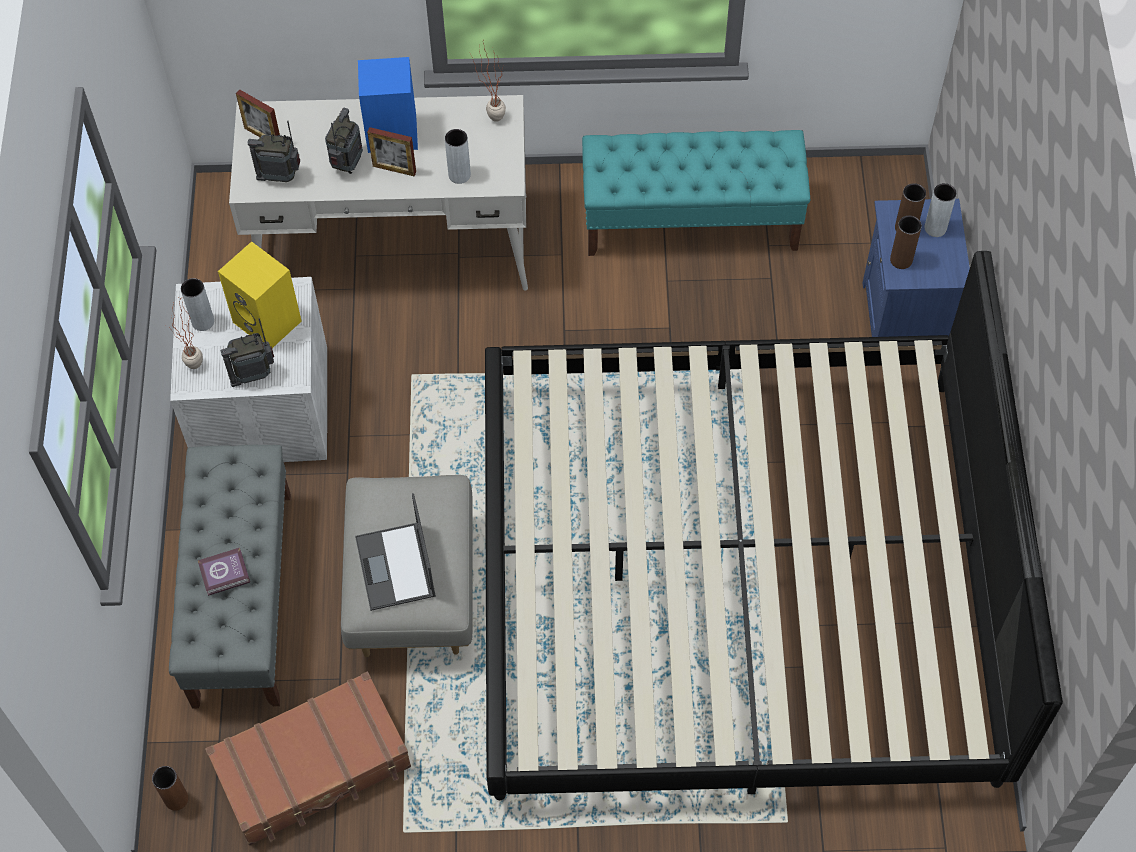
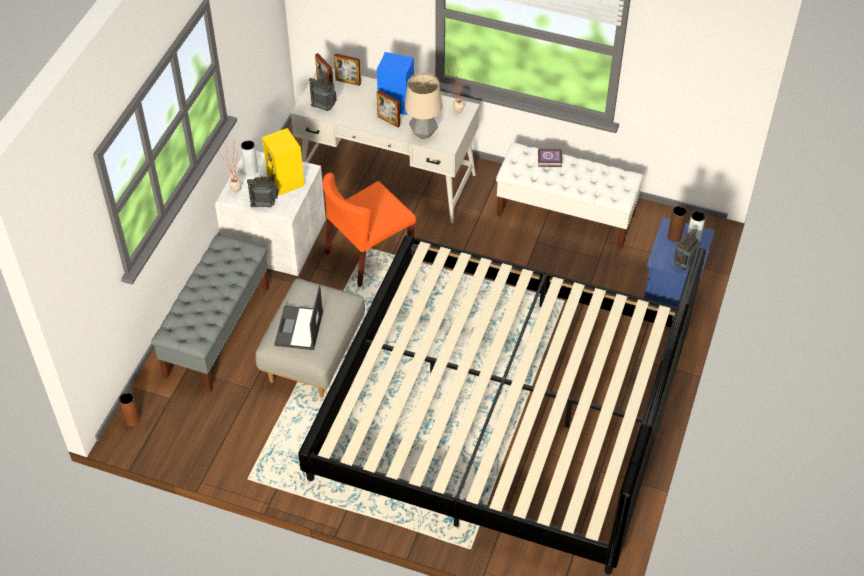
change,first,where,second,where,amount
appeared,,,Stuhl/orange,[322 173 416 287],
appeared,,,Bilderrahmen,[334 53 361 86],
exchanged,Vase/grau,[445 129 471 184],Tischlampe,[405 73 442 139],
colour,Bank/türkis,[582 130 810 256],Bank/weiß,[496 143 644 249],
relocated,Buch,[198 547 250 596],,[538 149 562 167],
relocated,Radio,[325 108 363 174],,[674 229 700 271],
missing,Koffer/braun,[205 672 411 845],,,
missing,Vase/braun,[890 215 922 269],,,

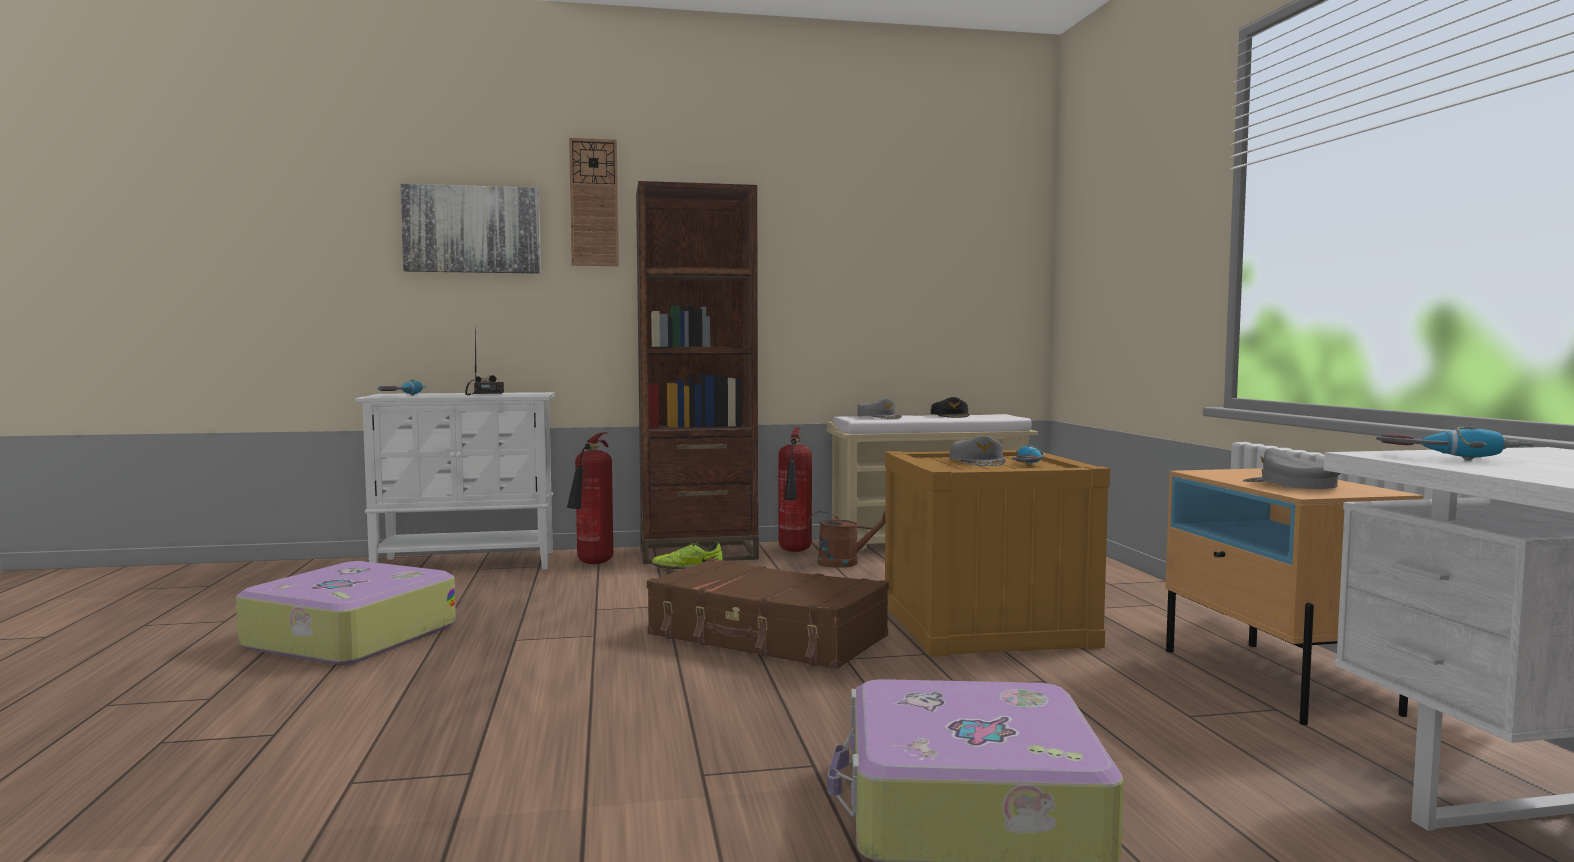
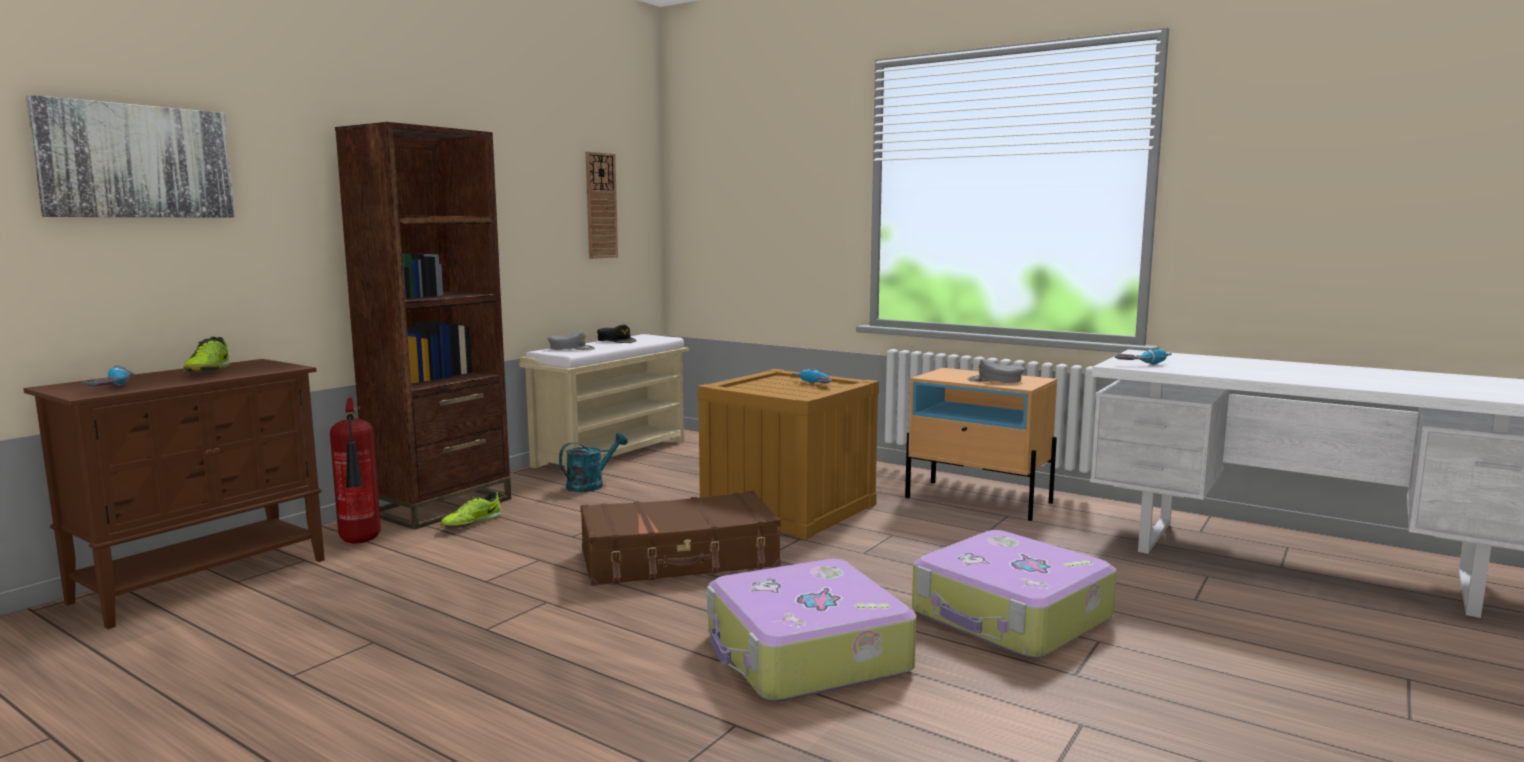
change,first,where,second,where,amount
colour,Schrank/weiß,[355 392 554 570],Schrank/braun,[23 359 325 629],
exchanged,Radio,[465 328 504 395],Schuh,[183 337 231 372],
colour,Gießkanne/braun,[808 510 886 568],Gießkanne/türkis,[559 432 628 492],
relocated,Wanduhr,[569 138 619 266],,[586 152 618 259],
relocated,Koffer,[236 561 456 665],,[707 559 916 702],
missing,Feuerlöscher,[778 428 812 552],,,
missing,Kappe/grau,[950 436 1006 466],,,

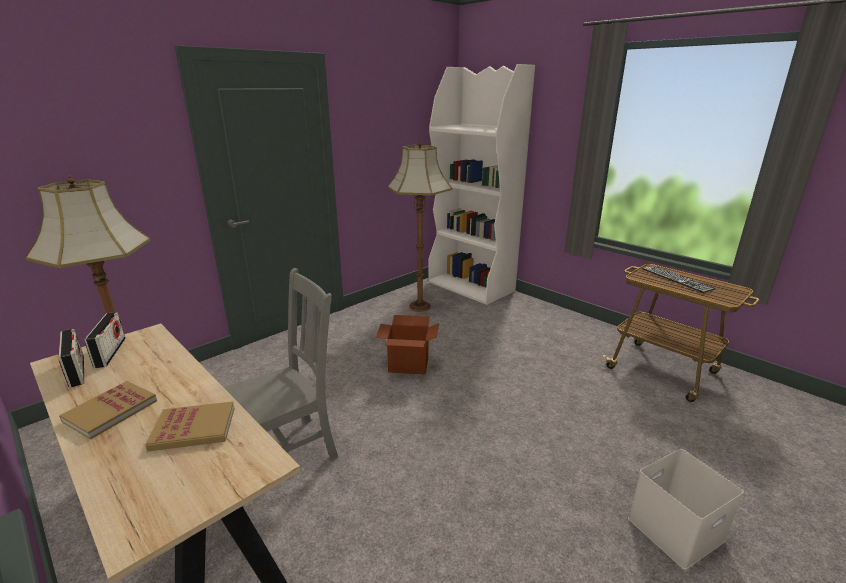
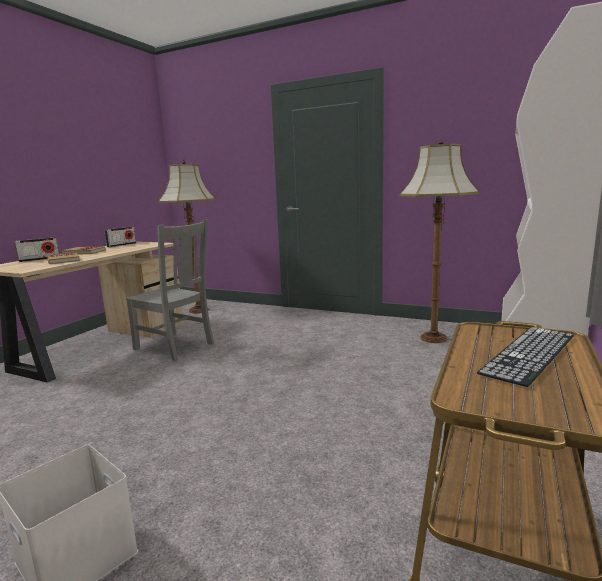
change,first,where,second,where,amount
relocated,Radio,[84 312 126 368],,[15 237 59 262],
missing,Karton,[376 315 439 375],,,

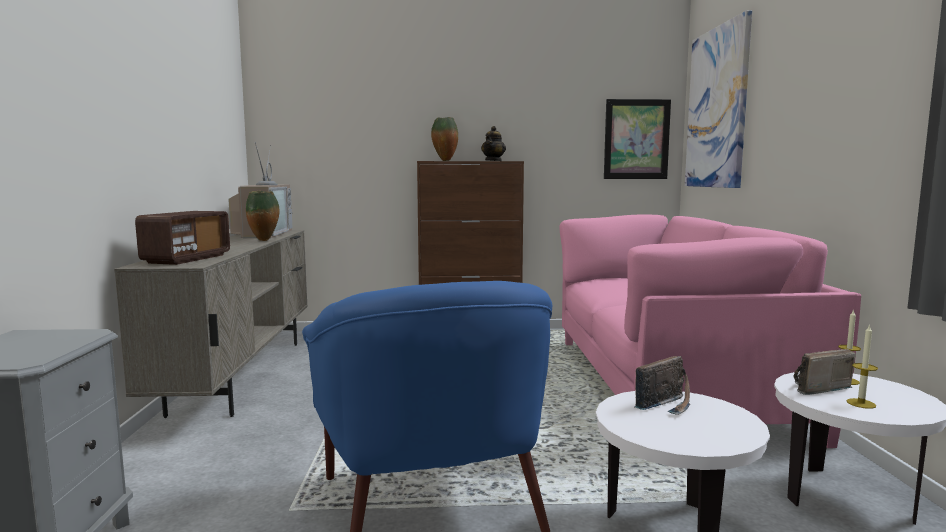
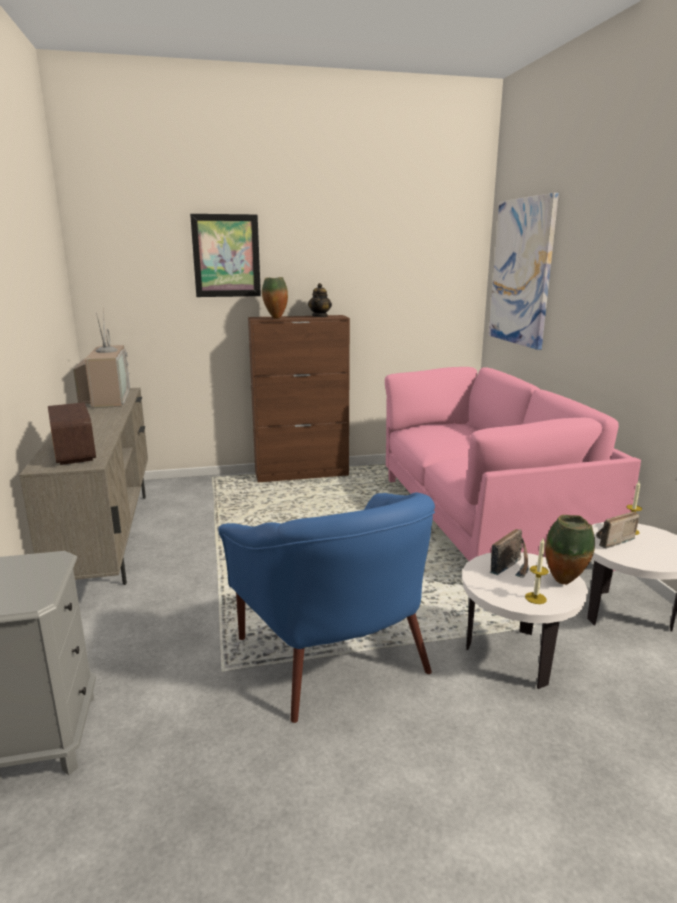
change,first,where,second,where,amount
spun,Radio,[135 211 230 265],,[48 402 96 465],150 degrees clockwise
relocated,Bild,[604 99 671 179],,[190 214 261 297],
relocated,Kerze,[846 324 878 409],,[525 538 549 604],
relocated,Vase,[246 191 280 241],,[545 515 595 584],

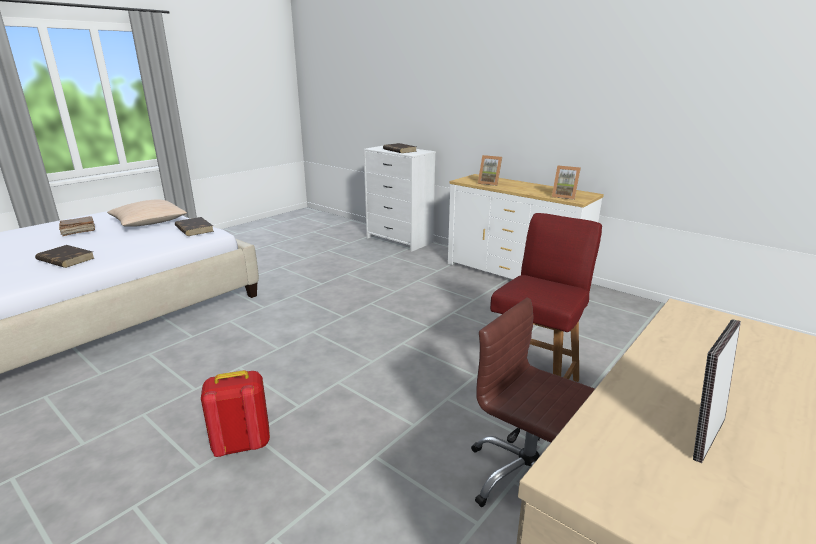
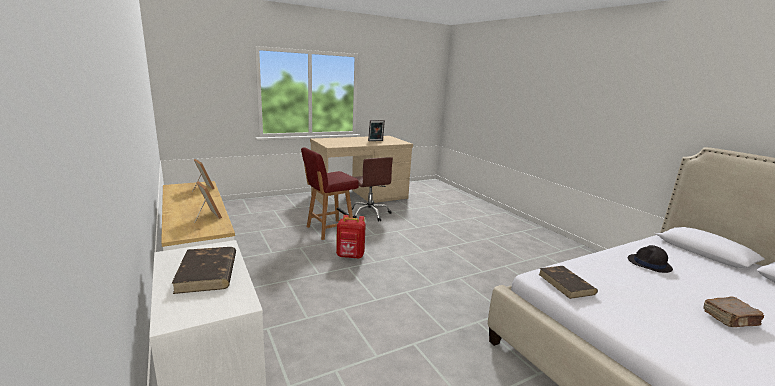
change,first,where,second,where,amount
relocated,Rucksack/rot,[201 370 270 457],,[336 215 366 258],
exchanged,Buch/braun,[35 245 94 268],Hut/schwarz,[628 245 673 273],
missing,Kissen/beige,[107 199 187 227],,,

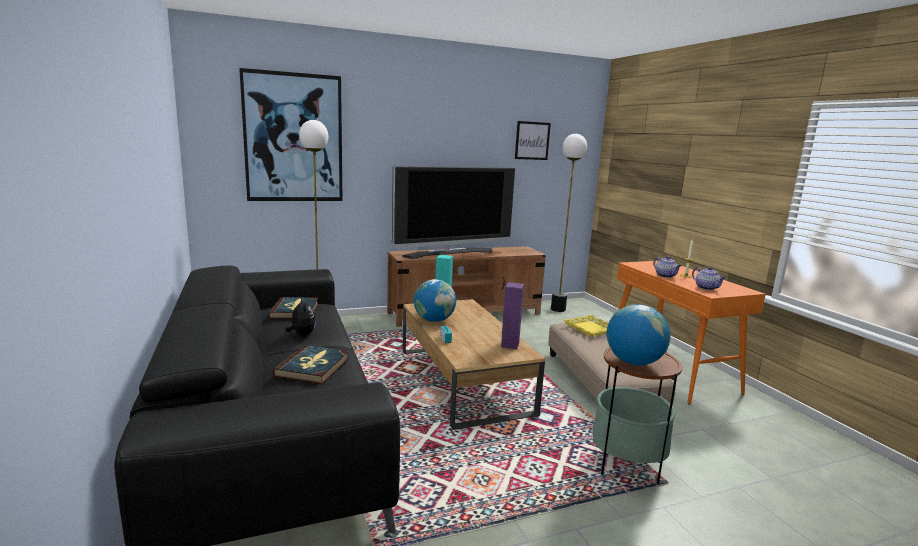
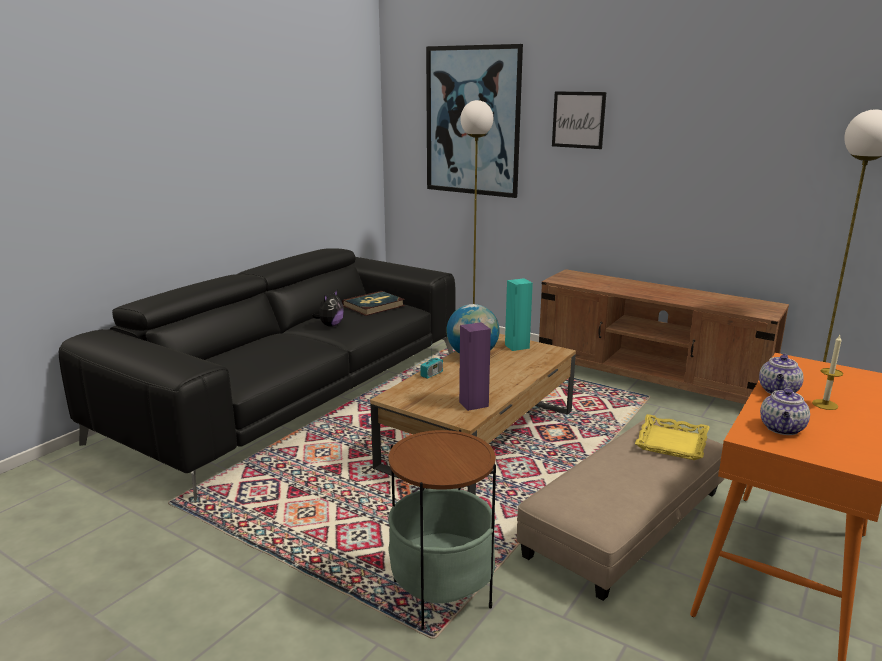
change,first,where,second,where,amount
relocated,Bild,[515 121 551 160],,[552 91 606 149],
missing,Buch,[273 345 349 384],,,
missing,Fernseher,[392 166 515 259],,,
missing,Globus,[606 304 671 365],,,

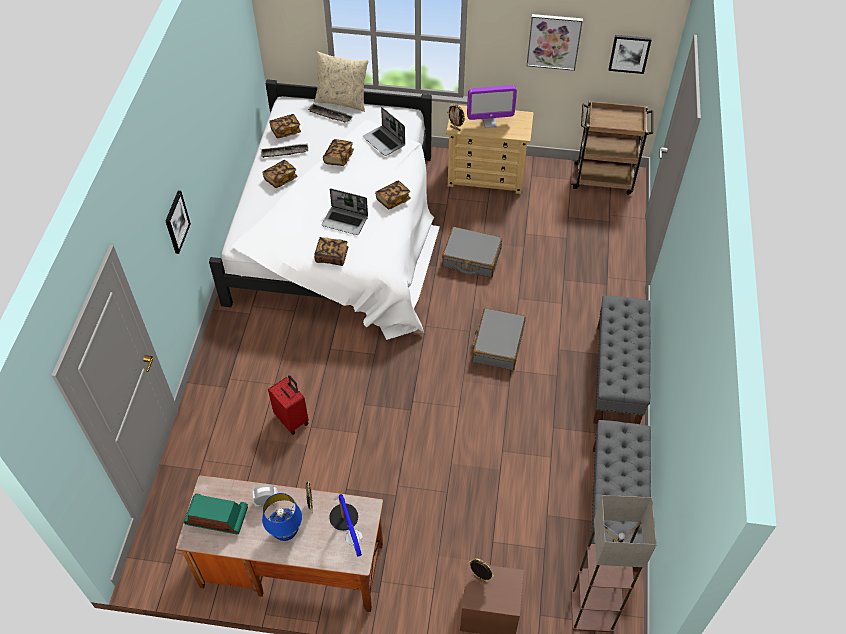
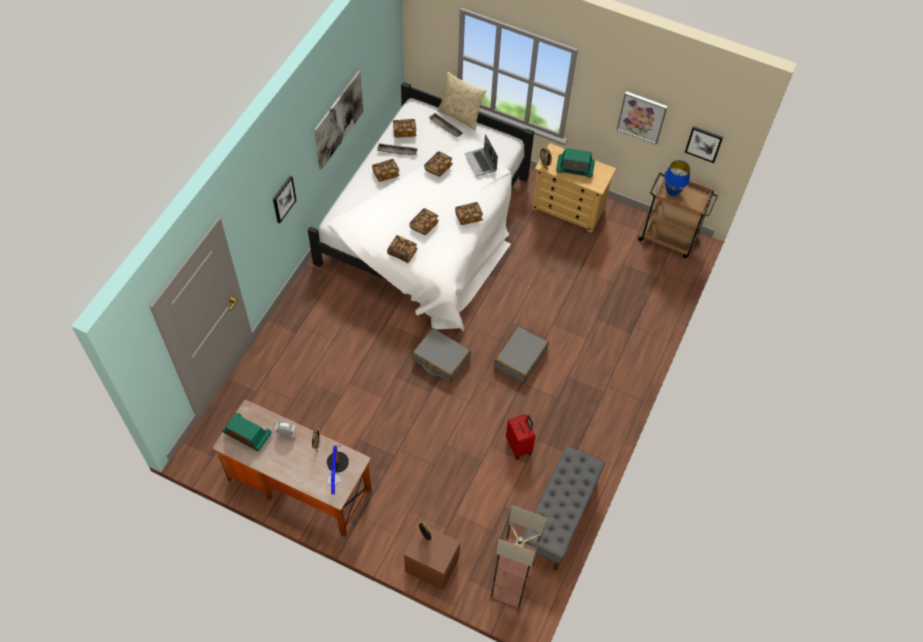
change,first,where,second,where,amount
appeared,,,Bild,[314 70 363 170],
exchanged,Laptop,[322 188 368 235],Buch,[409 208 439 235],
relocated,Koffer/grau,[442 227 502 278],,[412 328 471 383],
relocated,Koffer/rot,[268 375 309 435],,[506 414 536 460],
exchanged,Monitor,[467 85 517 128],Radio,[556 148 595 178],
relocated,Tischlampe/blau,[262 493 302 541],,[664 160 690 196],
missing,Bank/grau,[593 295 651 424],,,

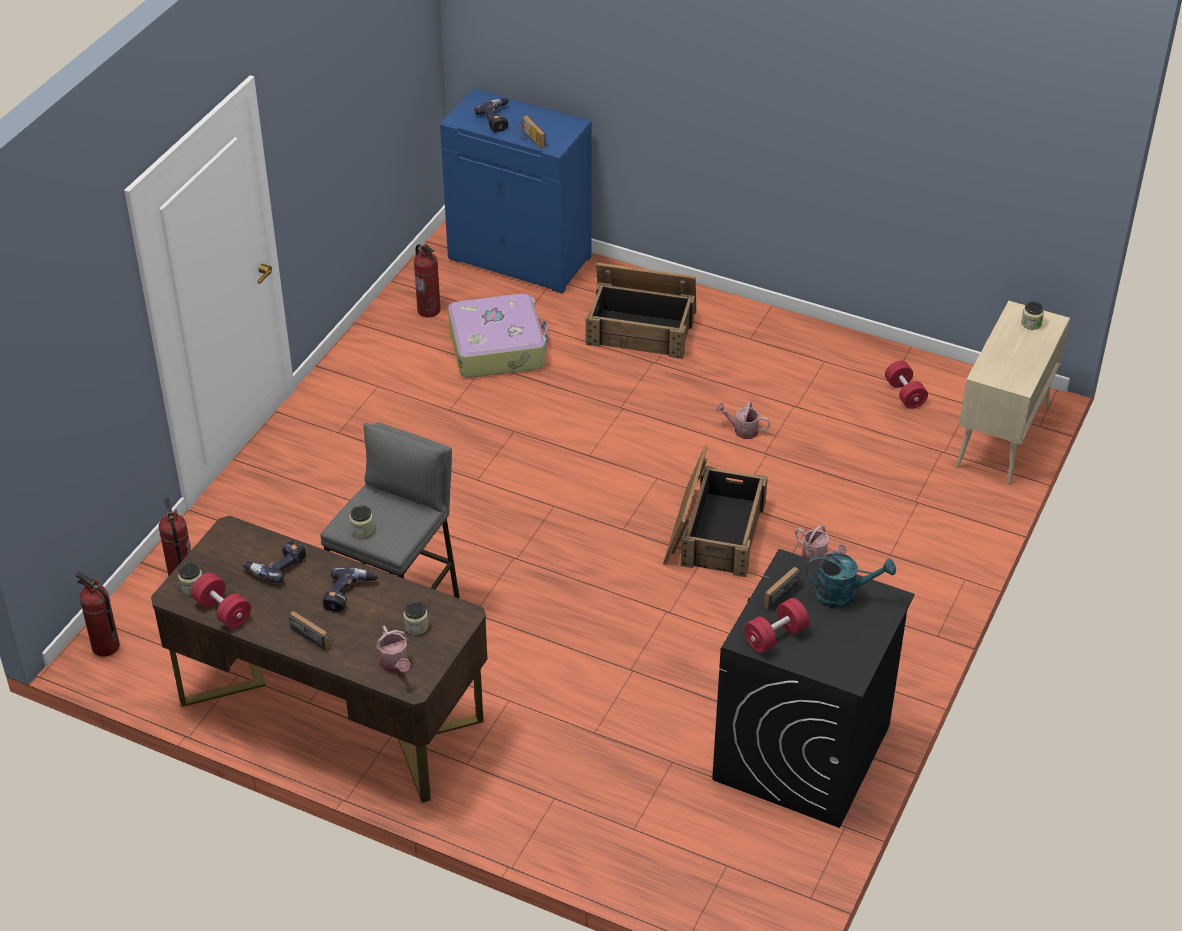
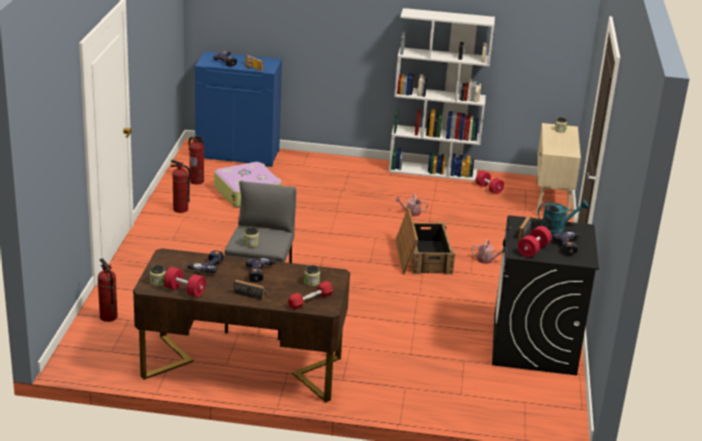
change,first,where,second,where,amount
relocated,Feuerlöscher,[75 571 120 657],,[171 160 191 213],
exchanged,Gießkanne,[376 626 411 673],Hantel/rot,[288 281 333 310],
appeared,,,Bücherregal/weiß,[389 8 495 181],
appeared,,,Bohrmaschine,[552 232 580 255],
missing,Kiste,[586 262 696 359],,,

